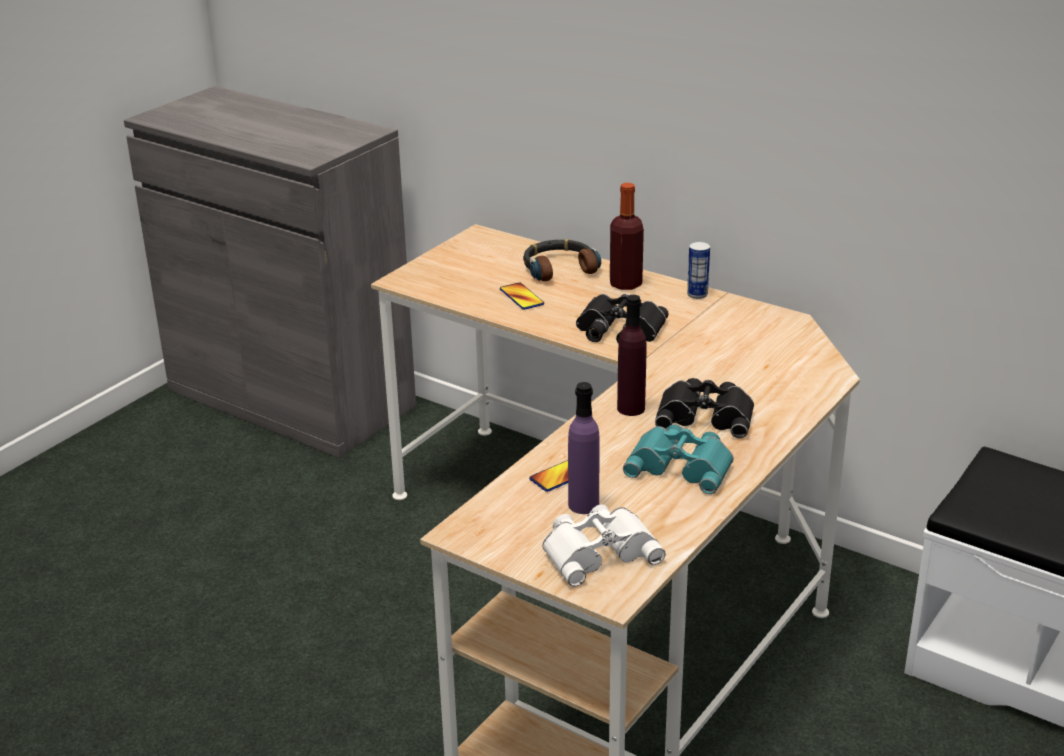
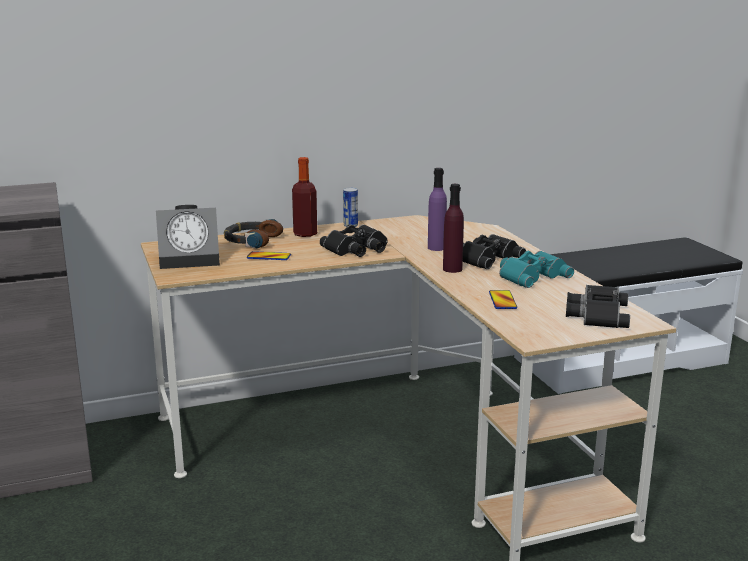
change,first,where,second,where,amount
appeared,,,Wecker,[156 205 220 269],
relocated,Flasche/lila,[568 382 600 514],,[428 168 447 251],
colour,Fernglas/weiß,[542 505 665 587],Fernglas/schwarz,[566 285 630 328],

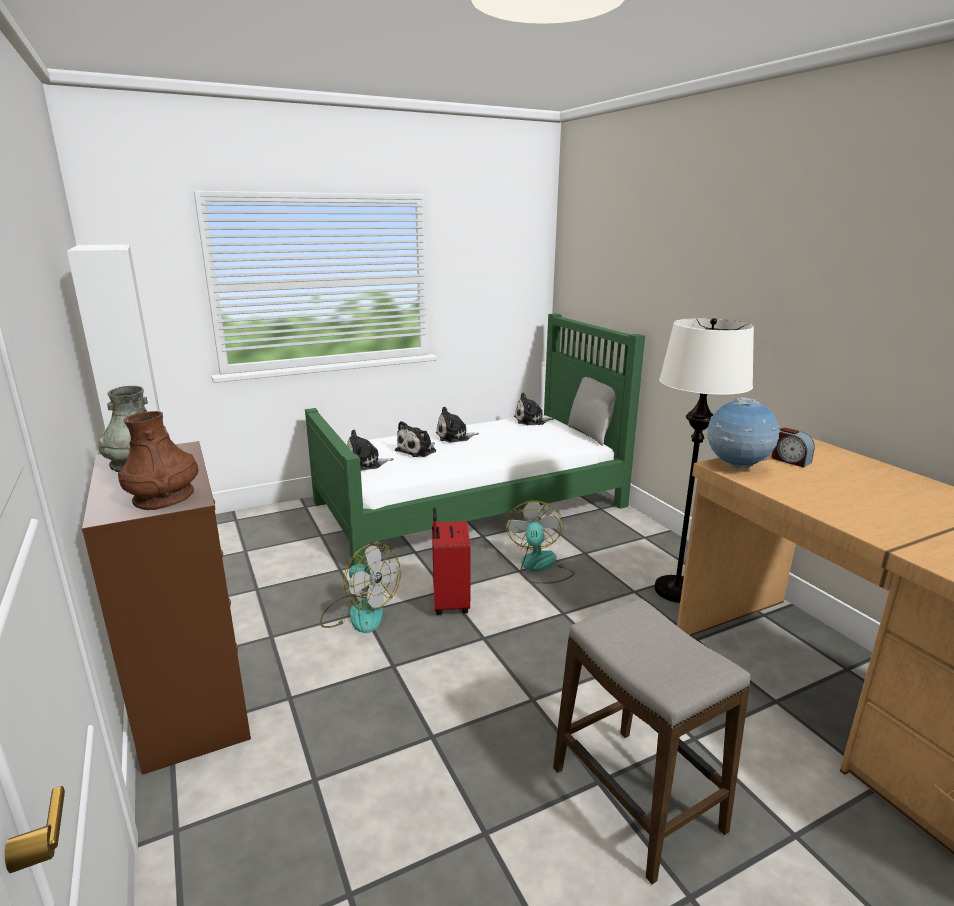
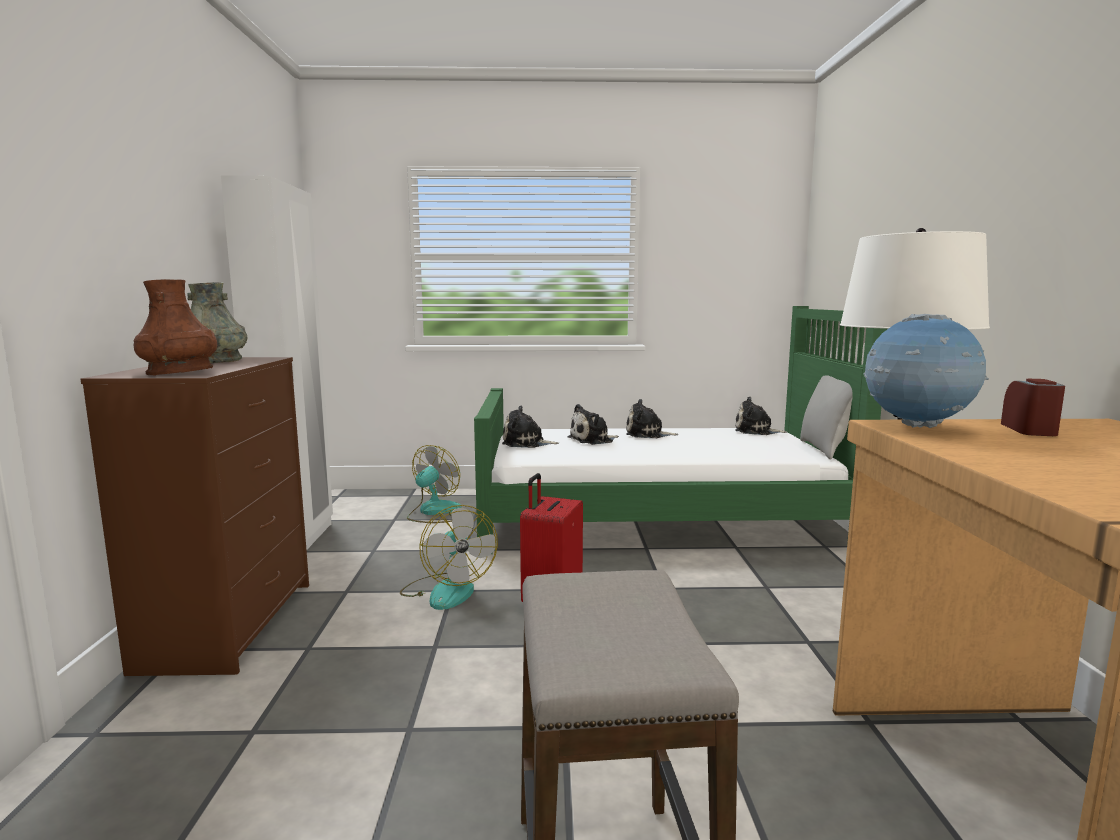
change,first,where,second,where,amount
relocated,Ventilator,[505 501 574 584],,[407 445 462 523],
spun,Wecker,[771 427 815 468],,[1001 379 1065 436],150 degrees counterclockwise

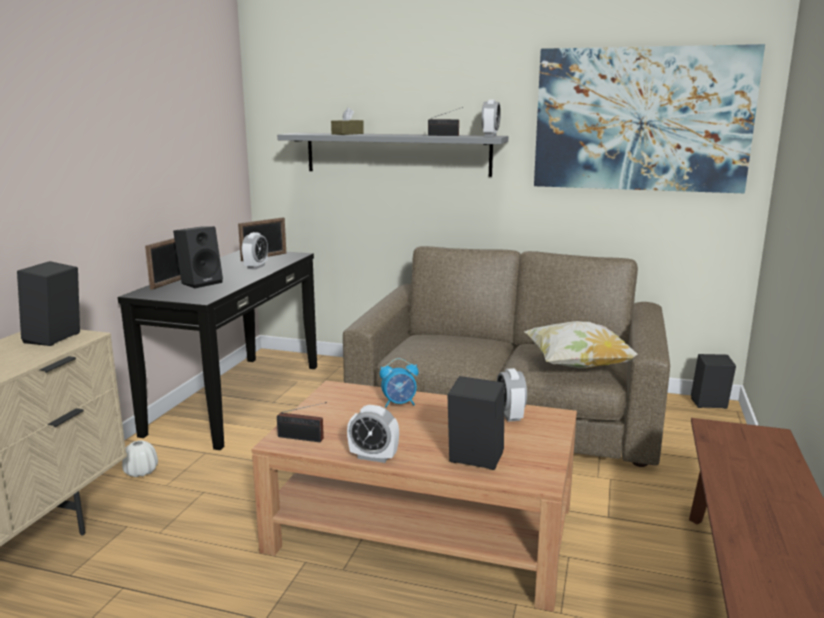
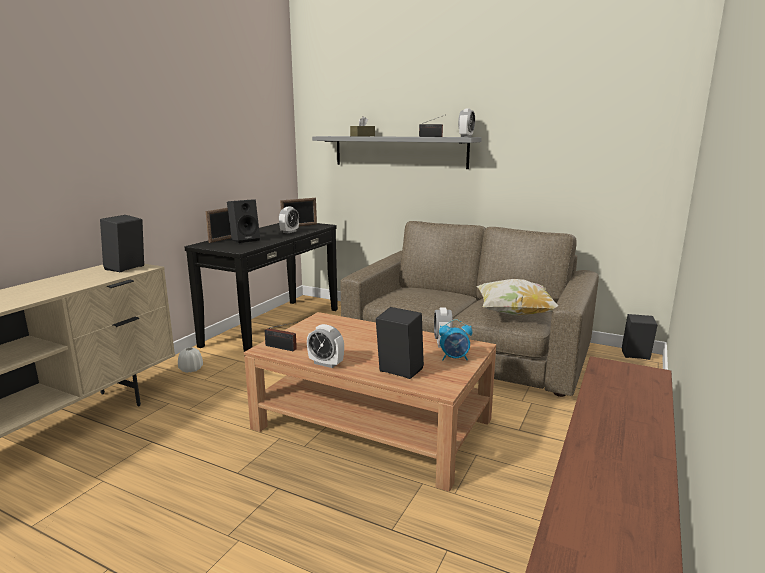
change,first,where,second,where,amount
relocated,Wecker,[379 358 418 407],,[439 319 473 360],
missing,Bild,[534 44 765 193],,,

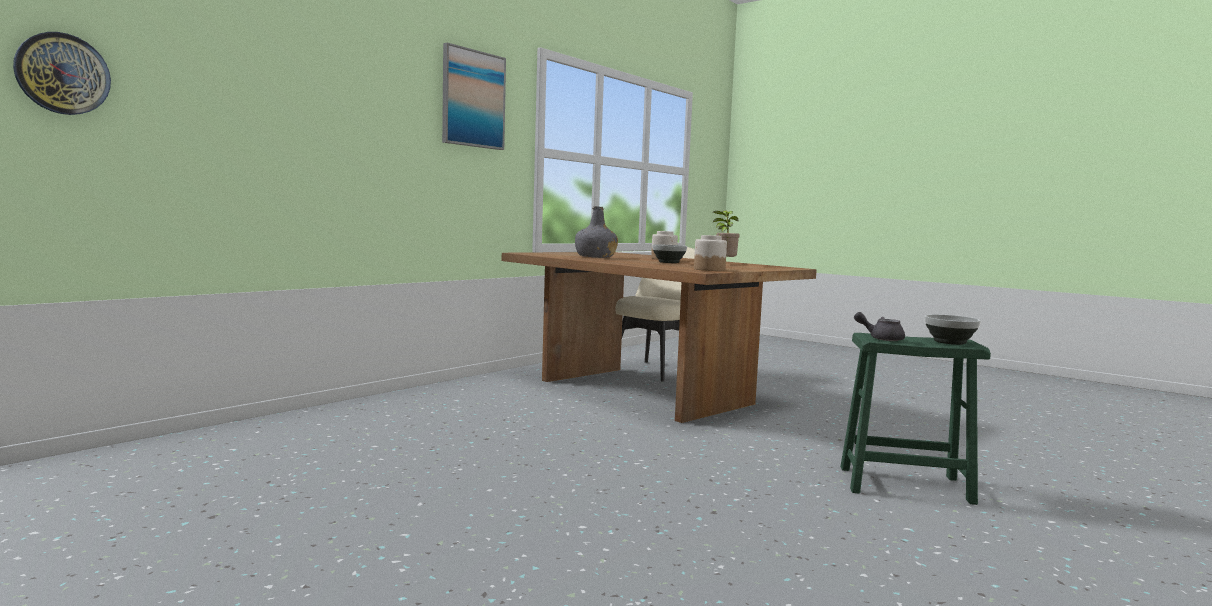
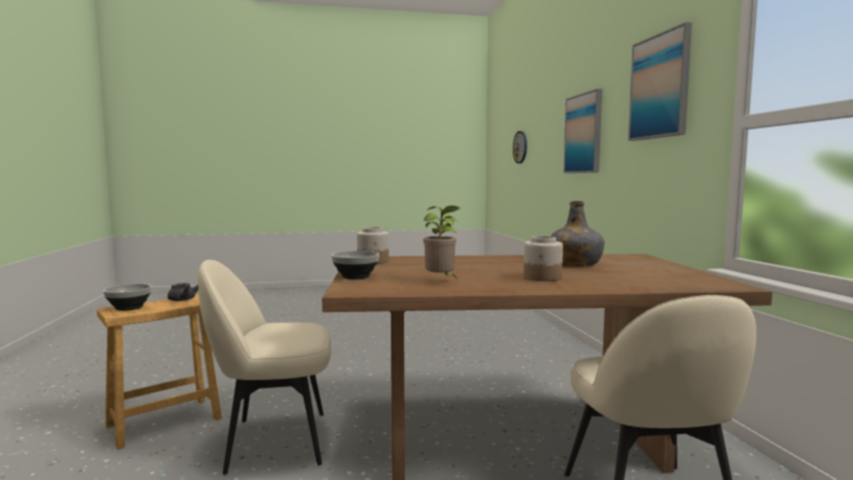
change,first,where,second,where,amount
colour,Hocker/grün,[840 333 991 505],Hocker/braun,[97 295 222 449],
appeared,,,Stuhl/beige,[198 260 331 475],
relocated,Schüssel,[652 244 687 263],,[331 251 379 279],
appeared,,,Bild,[564 89 602 173],

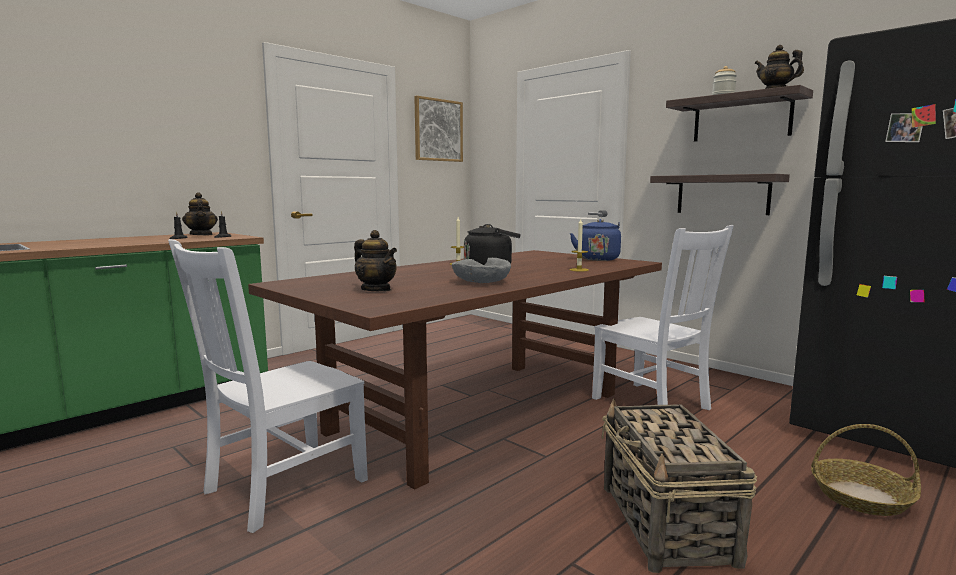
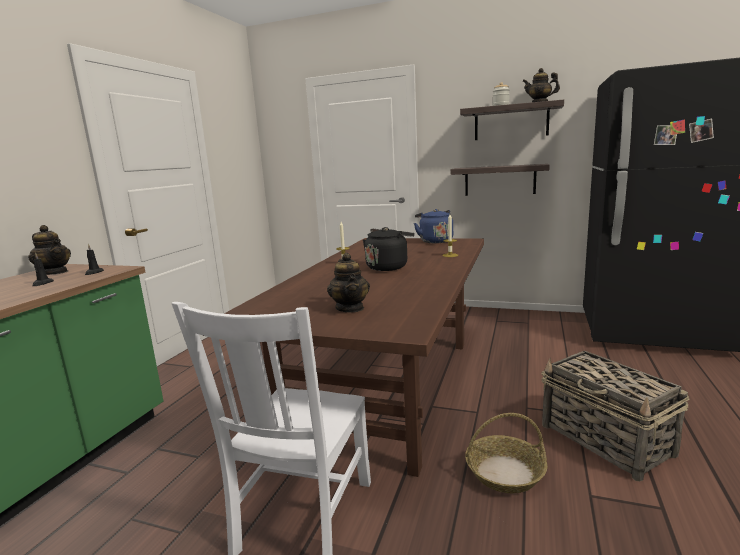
change,first,where,second,where,amount
spun,Teekanne,[354 230 397 291],,[327 253 370 313],60 degrees clockwise
relocated,Korb,[811 424 921 516],,[465 413 547 493],
missing,Bild,[414 96 463 162],,,
missing,Schüssel/grau,[452 258 511 283],,,
missing,Stuhl/weiß,[592 225 734 410],,,

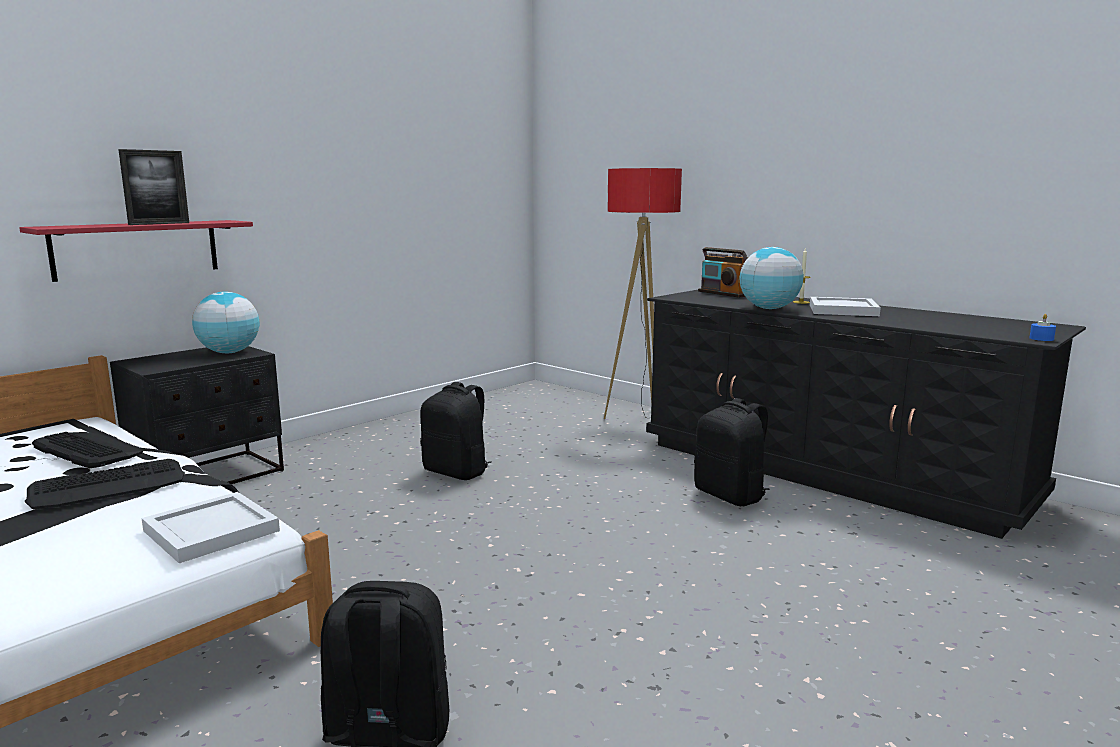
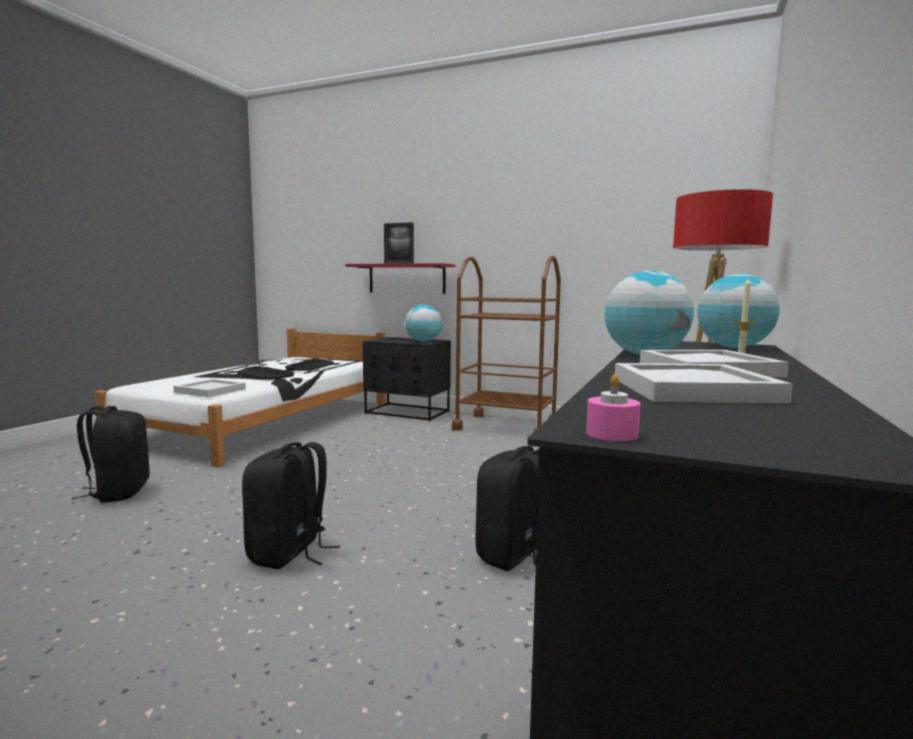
change,first,where,second,where,amount
relocated,Rucksack/schwarz,[421 382 492 480],,[242 442 340 569],
appeared,,,Rollwagen/braun,[452 255 561 432],
colour,Kerze/blau,[1030 314 1056 341],Kerze/rosa,[586 374 640 441],
appeared,,,Tablett/weiß,[615 363 793 403],
exchanged,Radio,[698 247 748 298],Globus,[698 274 780 348],

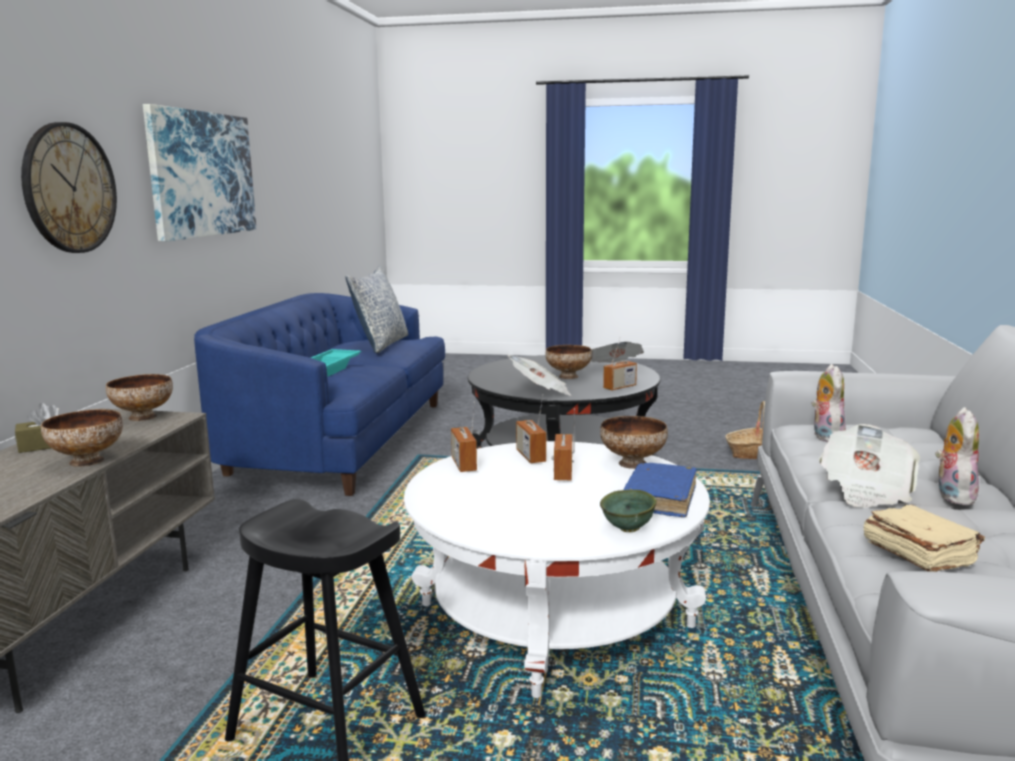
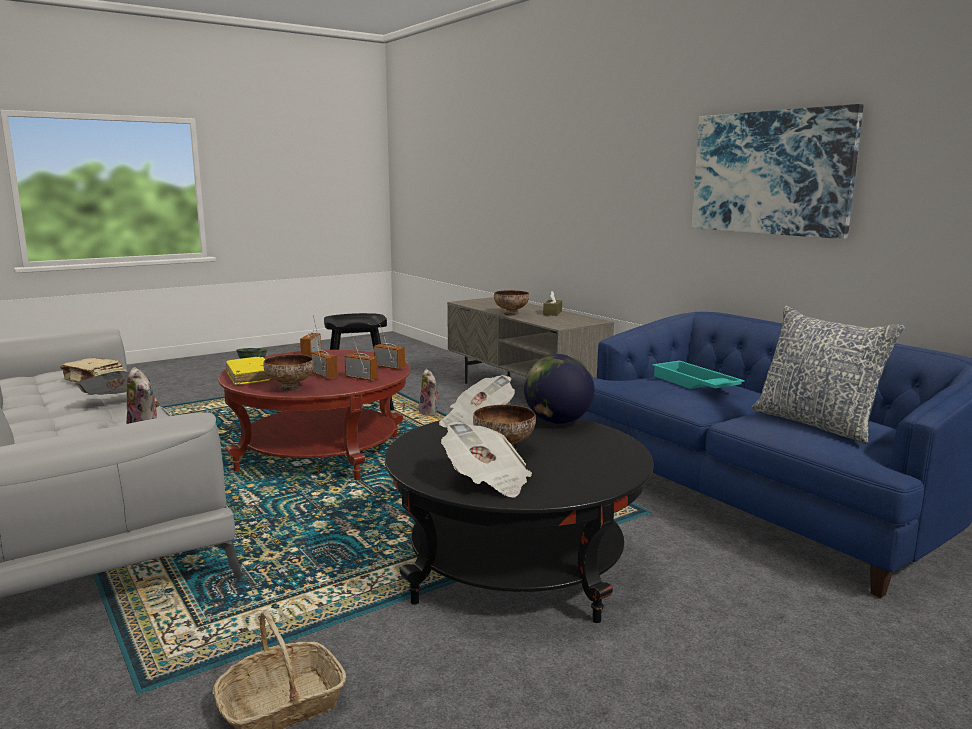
change,first,where,second,where,amount
colour,Couchtisch/weiß,[404 441 710 698],Couchtisch/rot,[218 350 410 480],
colour,Buch/blau,[624 463 697 517],Buch/gelb,[226 357 272 385],
relocated,Radio,[603 337 637 391],,[300 315 321 356],
relocated,Plüschtier,[935 407 979 505],,[419 369 439 416],
appeared,,,Globus,[524 354 594 424],
missing,Wanduhr,[21 122 117 253],,,
missing,Schüssel,[106 374 173 421],,,

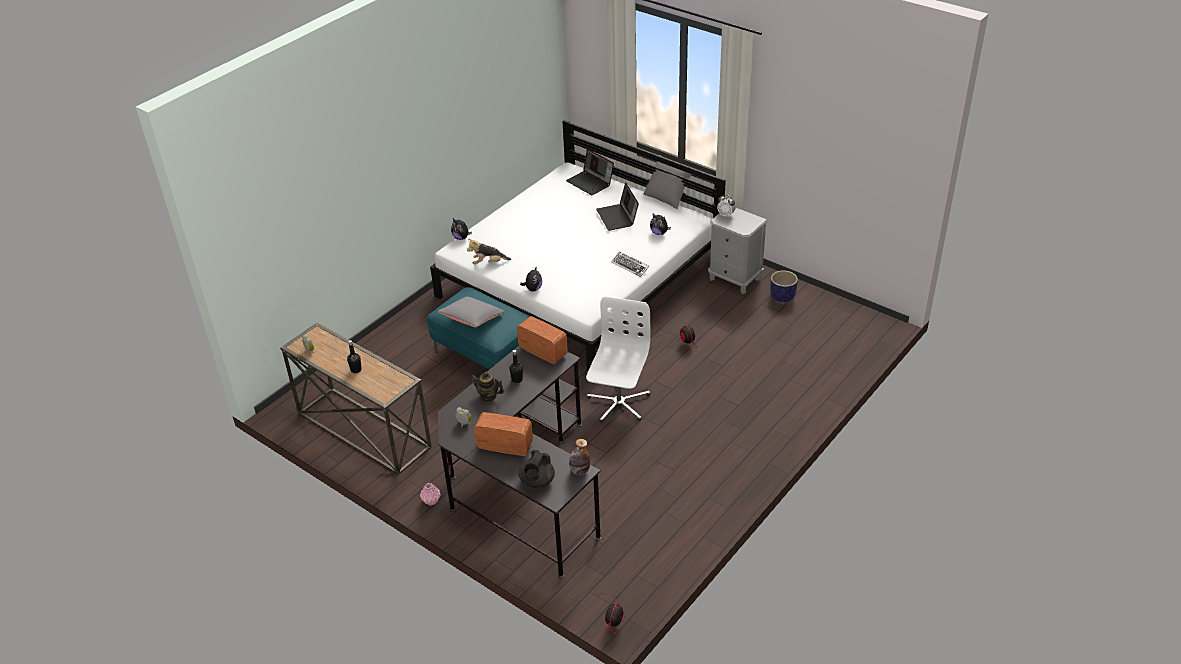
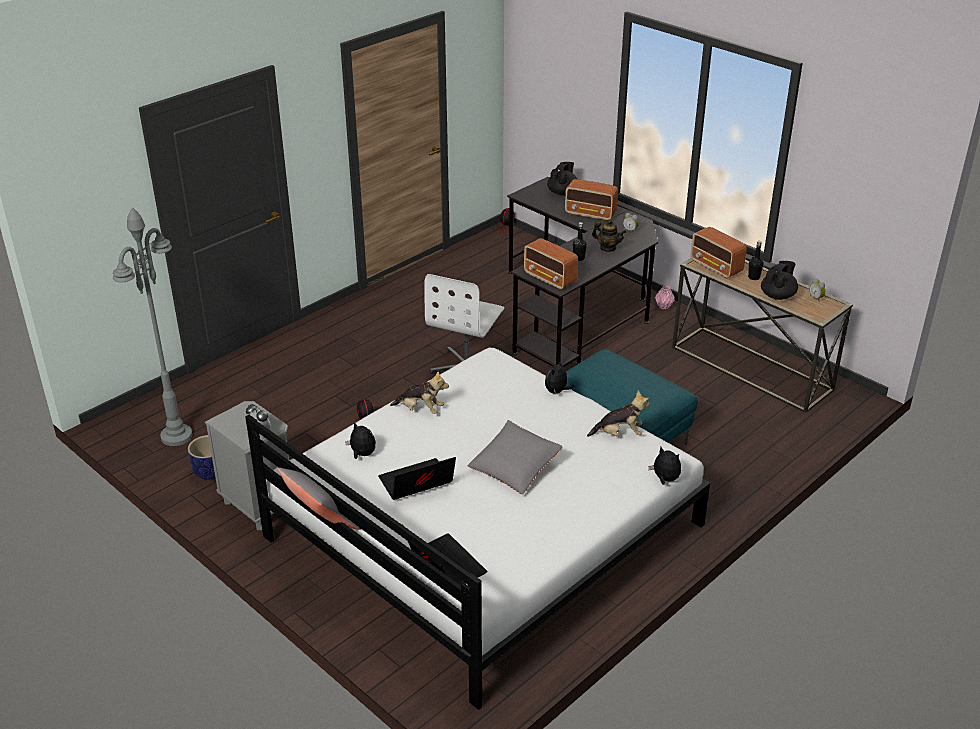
change,first,where,second,where,amount
appeared,,,Stehlampe/grau,[113 207 192 446],
spun,Laptop,[596 183 639 231],,[378 457 456 500],105 degrees counterclockwise
exchanged,Tastatur,[611 251 649 277],Plüschtier,[390 371 449 414],
relocated,Kissen/grau,[437 296 505 327],,[468 420 563 495],
appeared,,,Radio,[691 227 746 279],
appeared,,,Teekanne/schwarz,[761 261 798 300],
missing,Flasche,[569 439 590 475],,,

